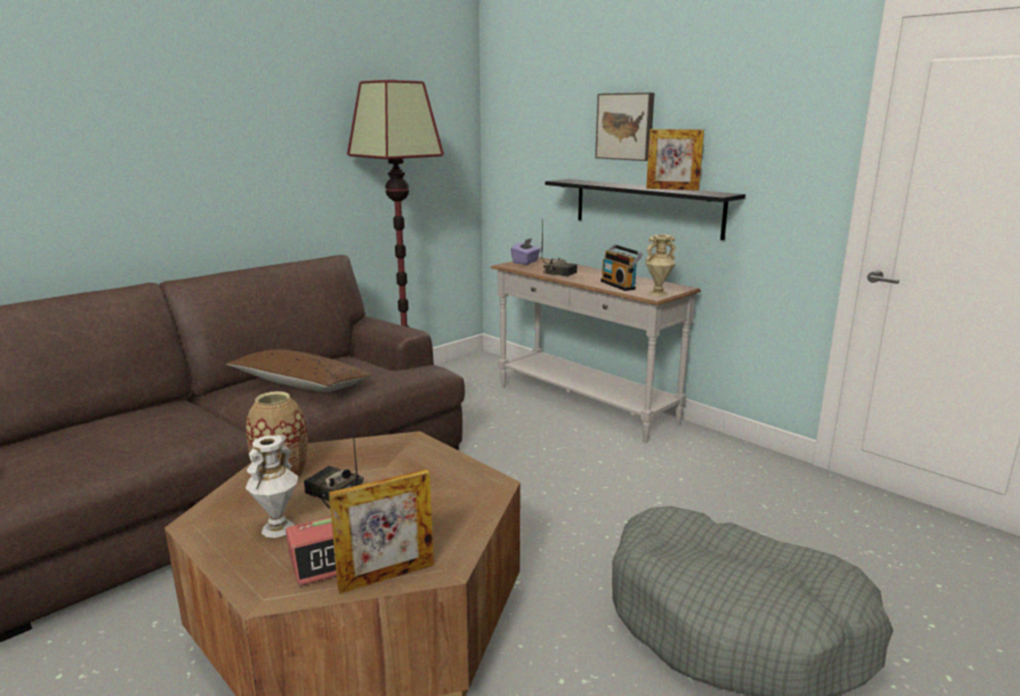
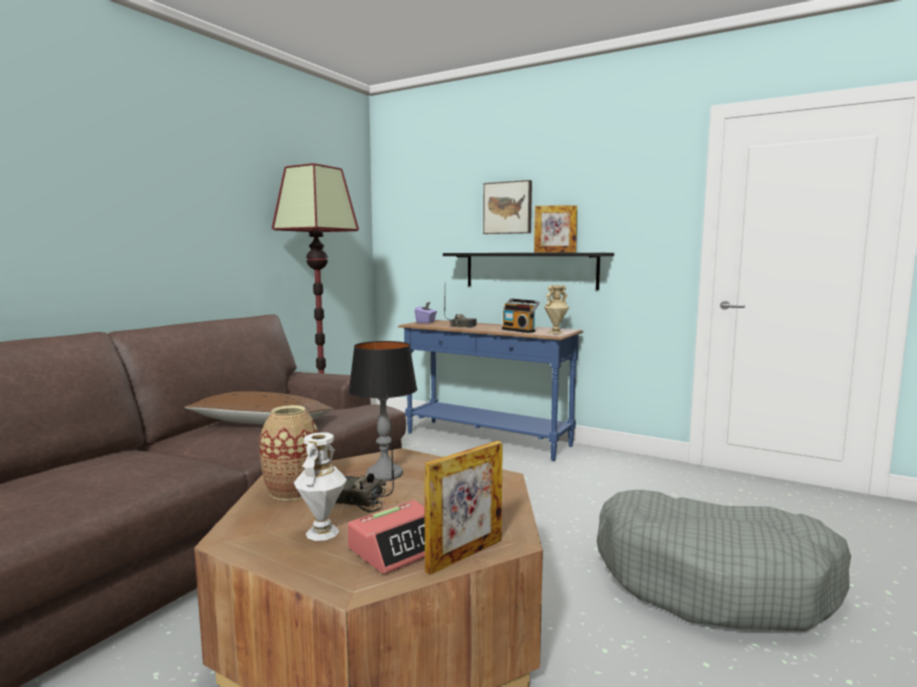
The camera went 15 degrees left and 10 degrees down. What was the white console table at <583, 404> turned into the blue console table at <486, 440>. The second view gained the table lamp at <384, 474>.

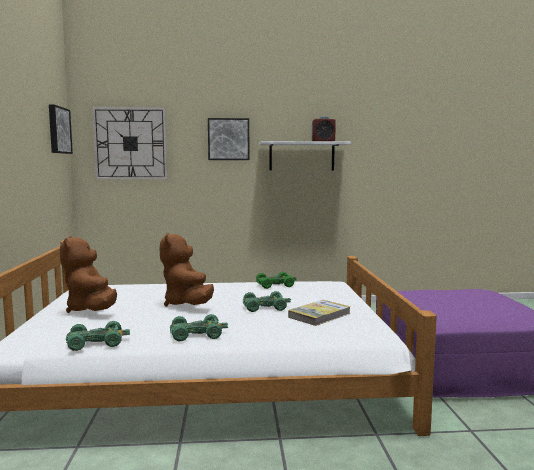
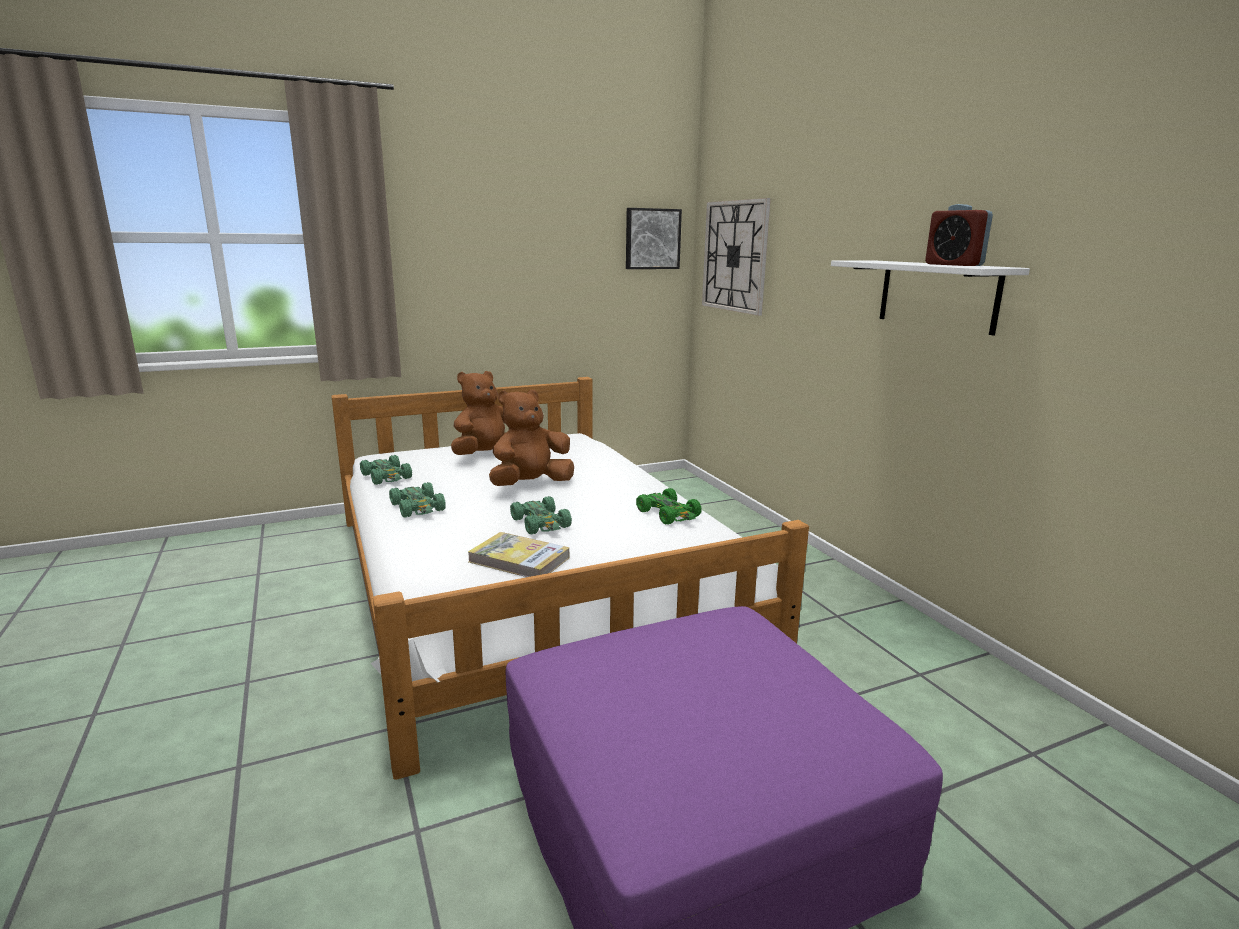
The camera went 70 degrees right and 10 degrees up. The second view lost the picture at <228, 139>.

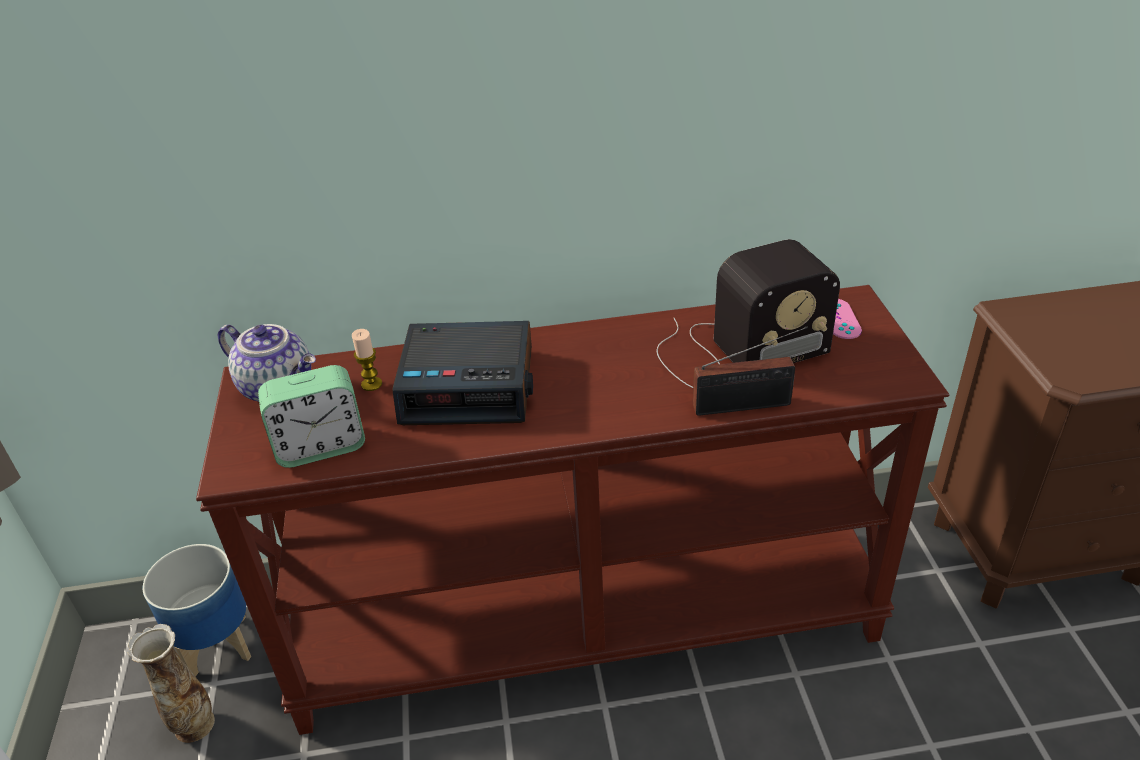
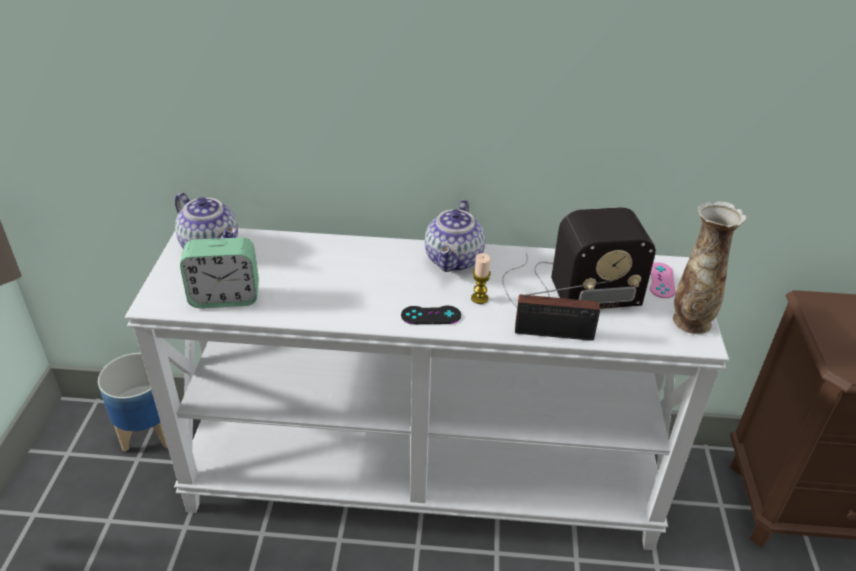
The camera went 10 degrees right and 0 degrees up. What was the brown console table at <585, 619> turned into the white console table at <423, 477>. The second view lost the alarm clock at <470, 385>. The candle ended up elsewhere, having gone from <371, 384> to <479, 298>. The vase ended up elsewhere, having gone from <194, 724> to <690, 320>. The second view gained the teapot at <455, 260>. The second view gained the black game controller at <431, 315>.

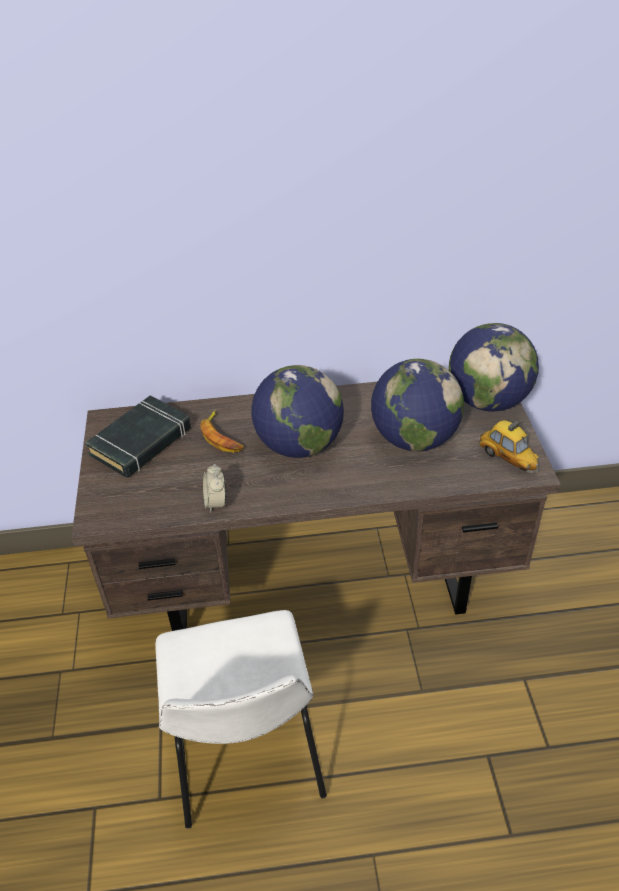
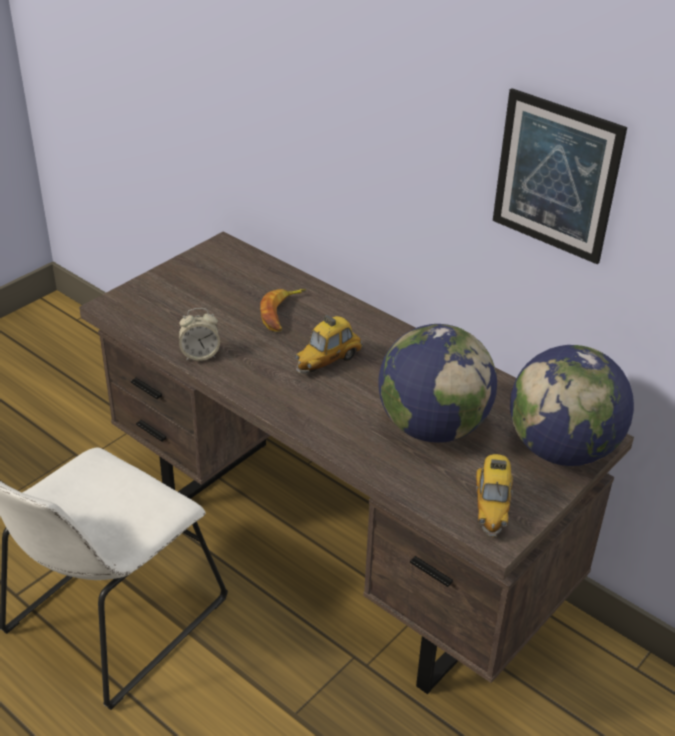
The camera went 45 degrees right and 5 degrees down. Where the globe stood at <299, 445>, the toy car came to stand at <328, 361>. The second view lost the black book at <141, 442>. The alarm clock at <216, 502> ended up facing another way, 135 degrees counterclockwise from before. The second view gained the picture at <556, 176>.

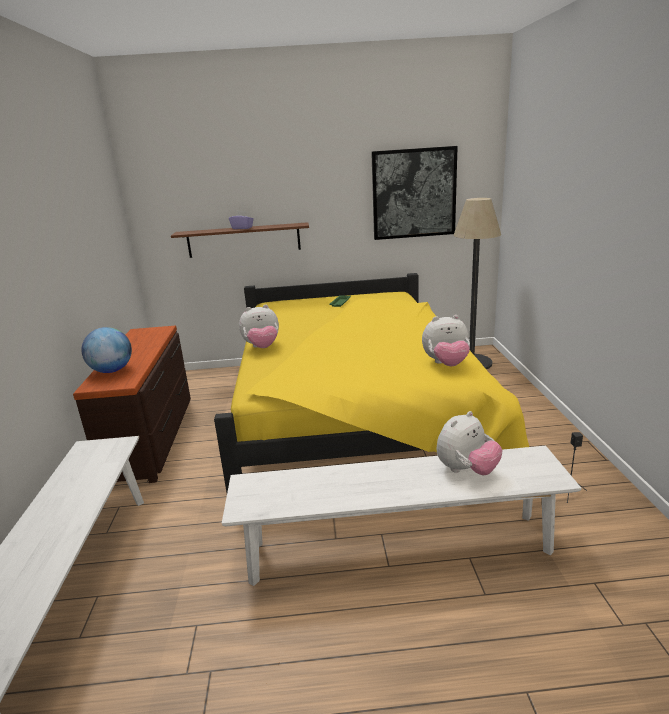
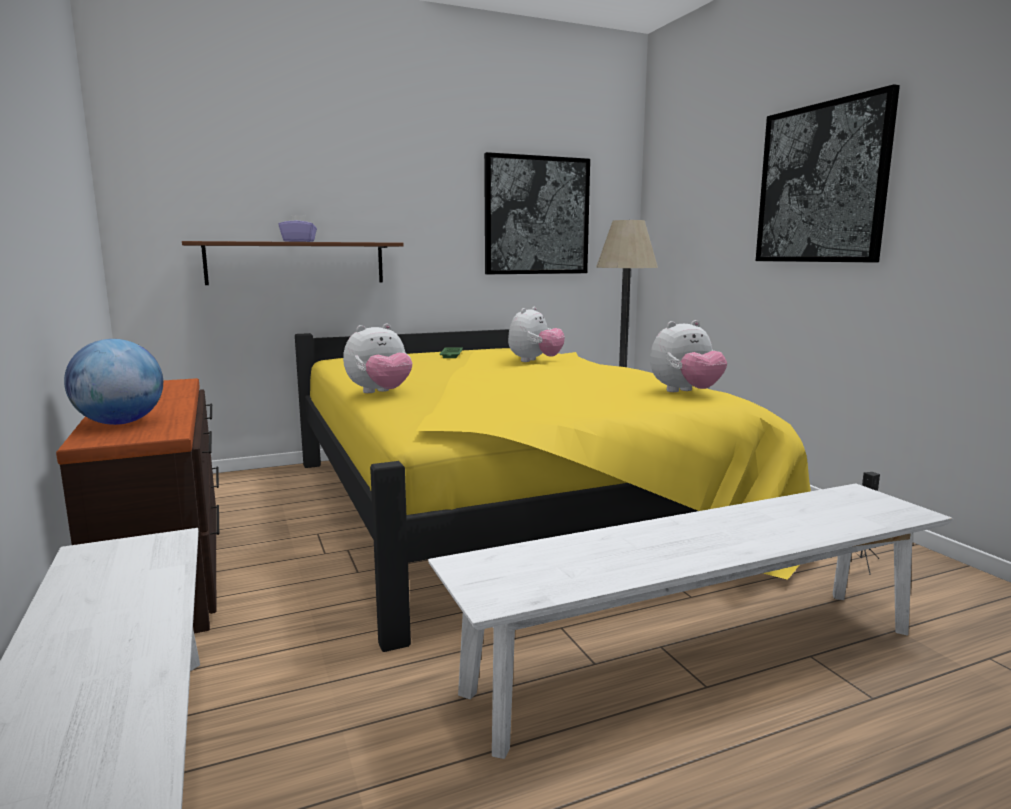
The camera went 20 degrees left and 10 degrees down. The plush toy ended up elsewhere, having gone from <466, 470> to <535, 361>. The second view gained the picture at <821, 184>.

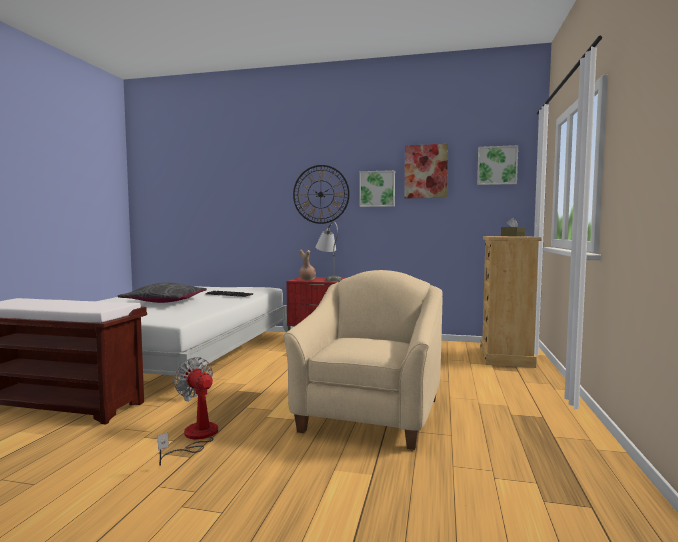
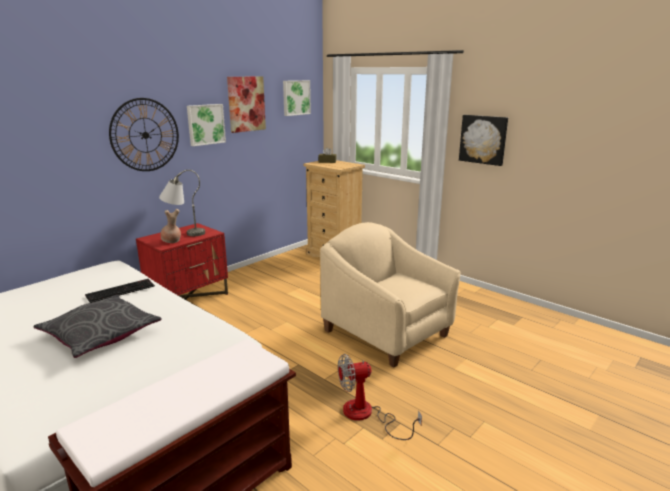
The camera went 60 degrees left and 15 degrees up. The second view gained the picture at <483, 139>.

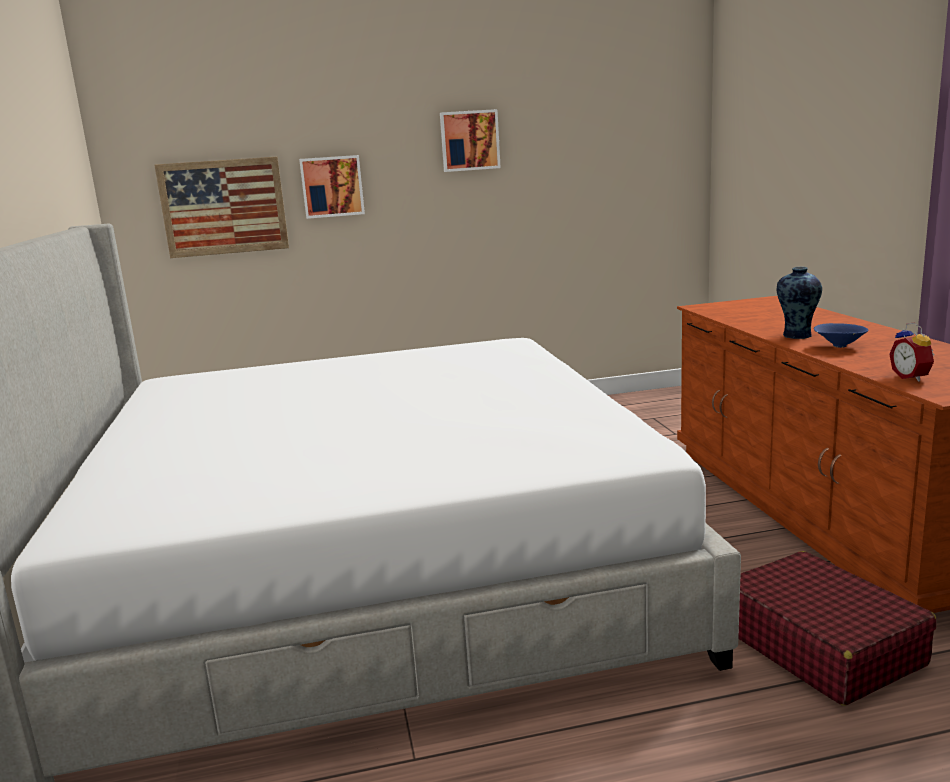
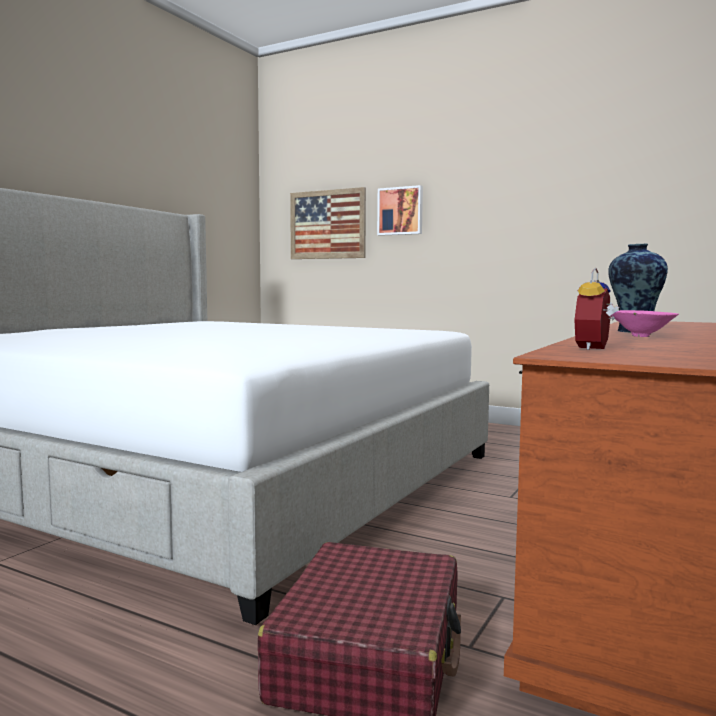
The camera went 40 degrees right and 10 degrees down. The second view lost the picture at <469, 140>. What was the blue bowl at <838, 346> turned into the pink bowl at <639, 336>.

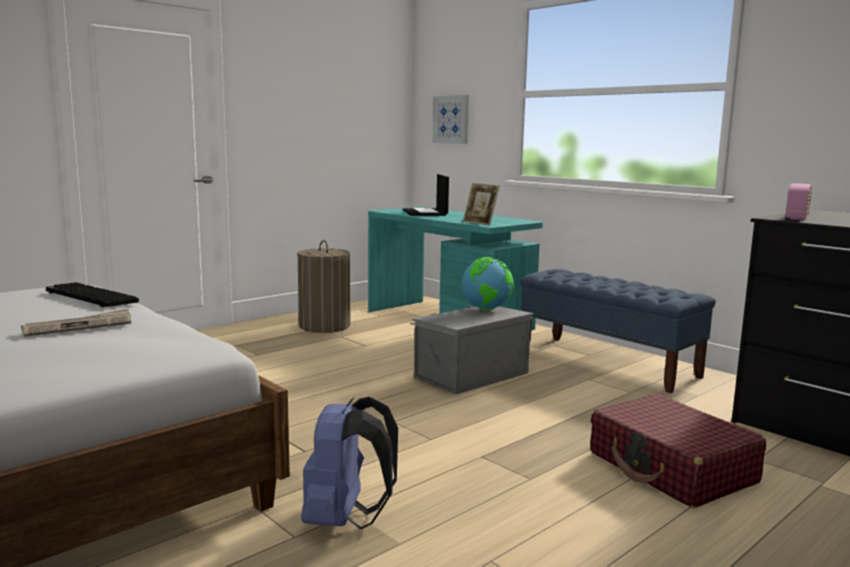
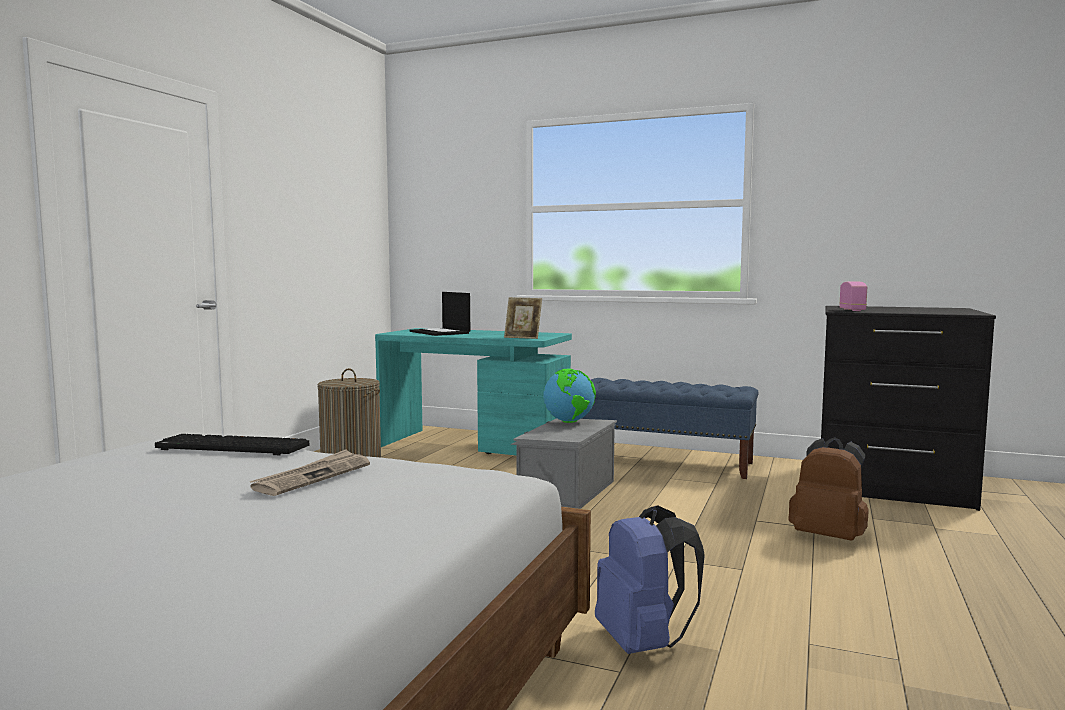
The camera went 25 degrees left and 5 degrees down. The second view lost the picture at <451, 119>. Where the red suitcase stood at <671, 468>, the brown backpack came to stand at <829, 537>.

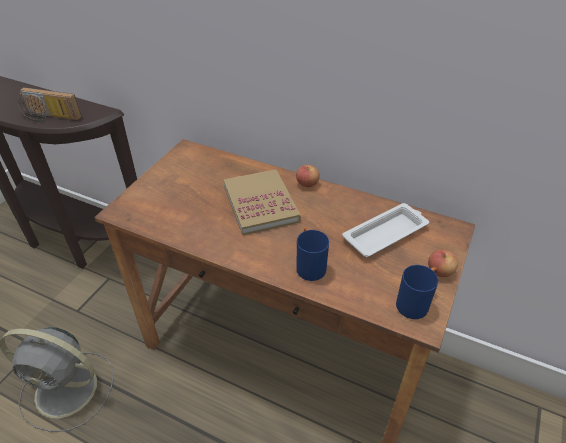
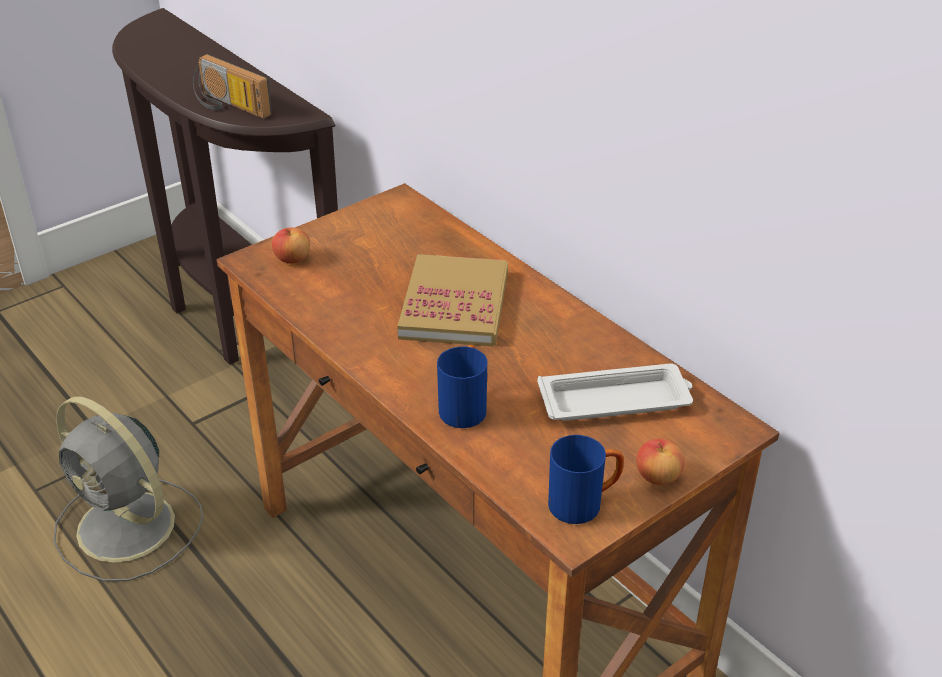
The camera went 25 degrees right and 5 degrees down. The apple ended up elsewhere, having gone from <307, 184> to <292, 259>.

